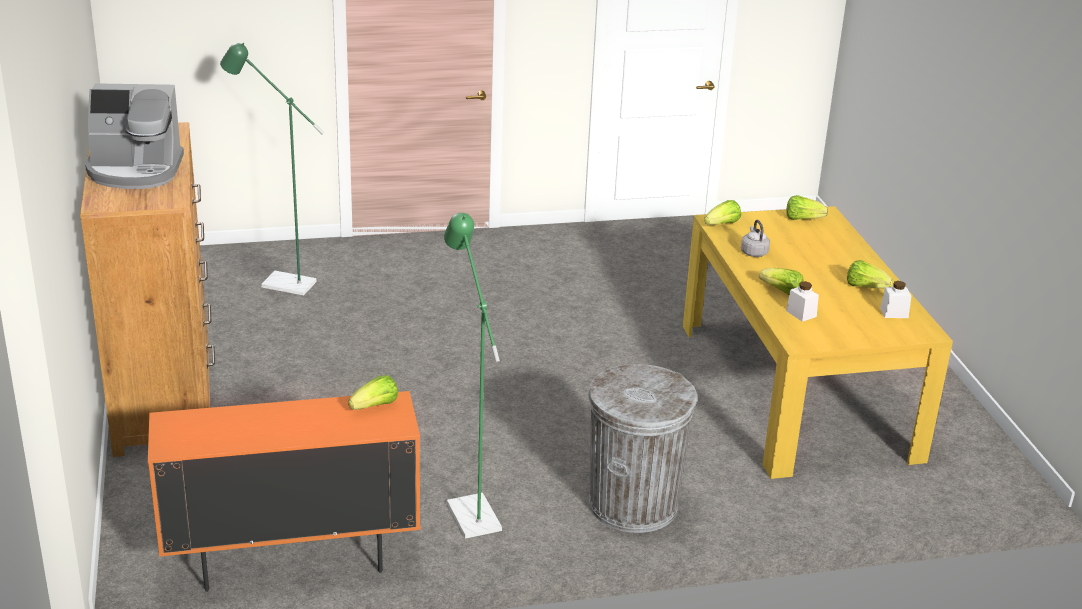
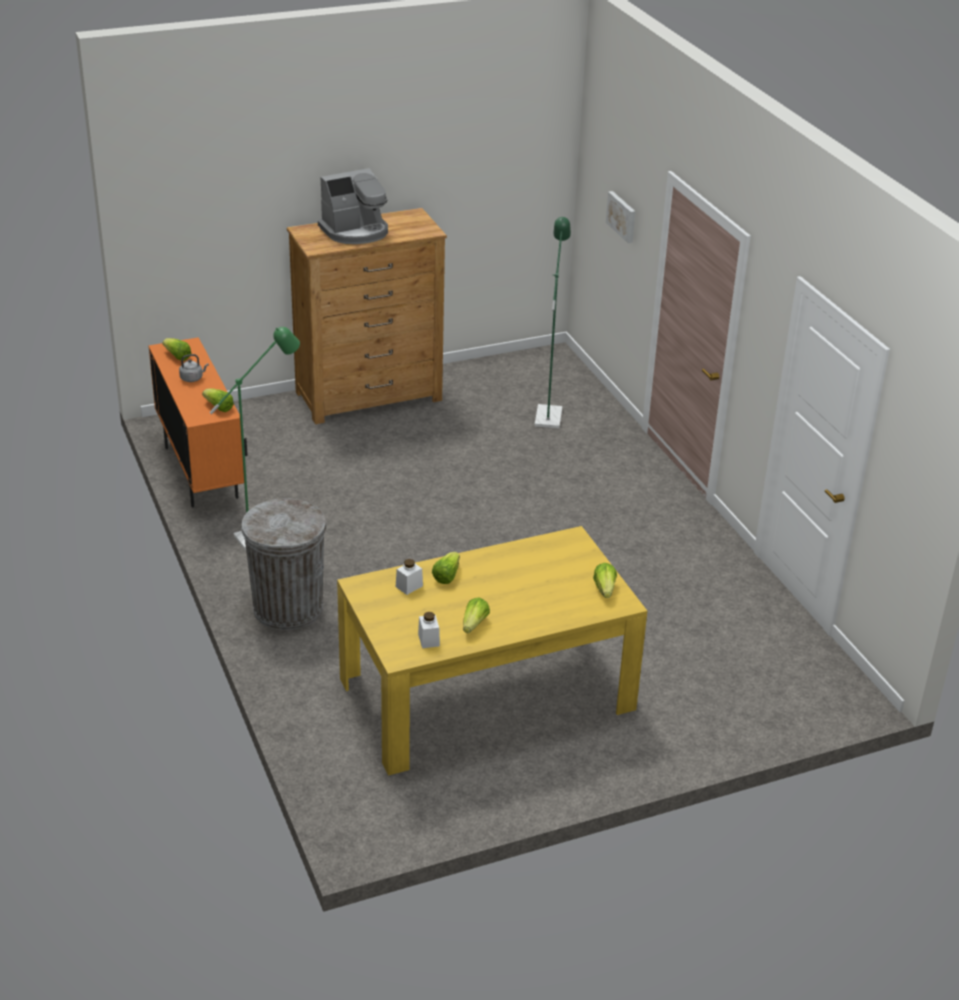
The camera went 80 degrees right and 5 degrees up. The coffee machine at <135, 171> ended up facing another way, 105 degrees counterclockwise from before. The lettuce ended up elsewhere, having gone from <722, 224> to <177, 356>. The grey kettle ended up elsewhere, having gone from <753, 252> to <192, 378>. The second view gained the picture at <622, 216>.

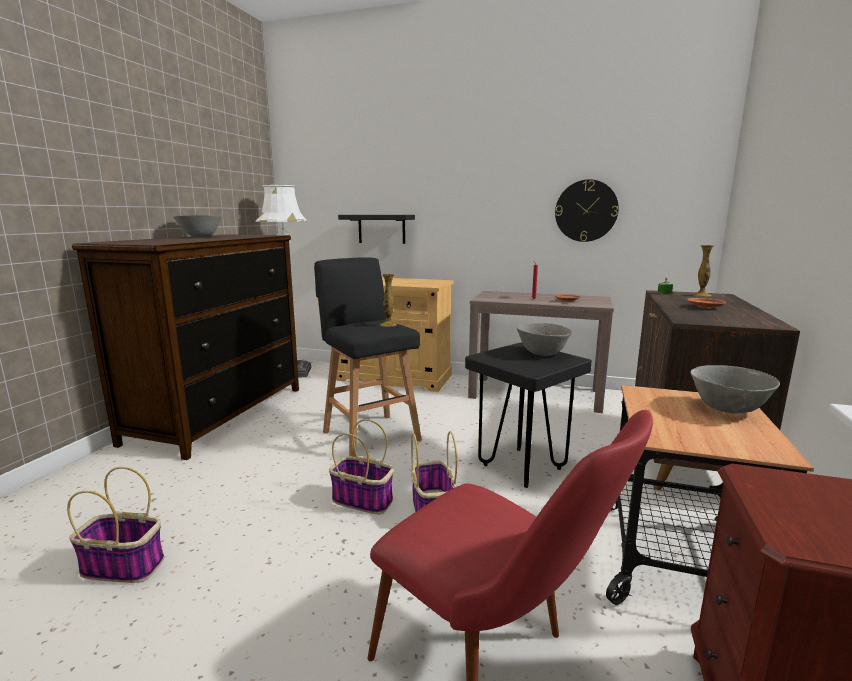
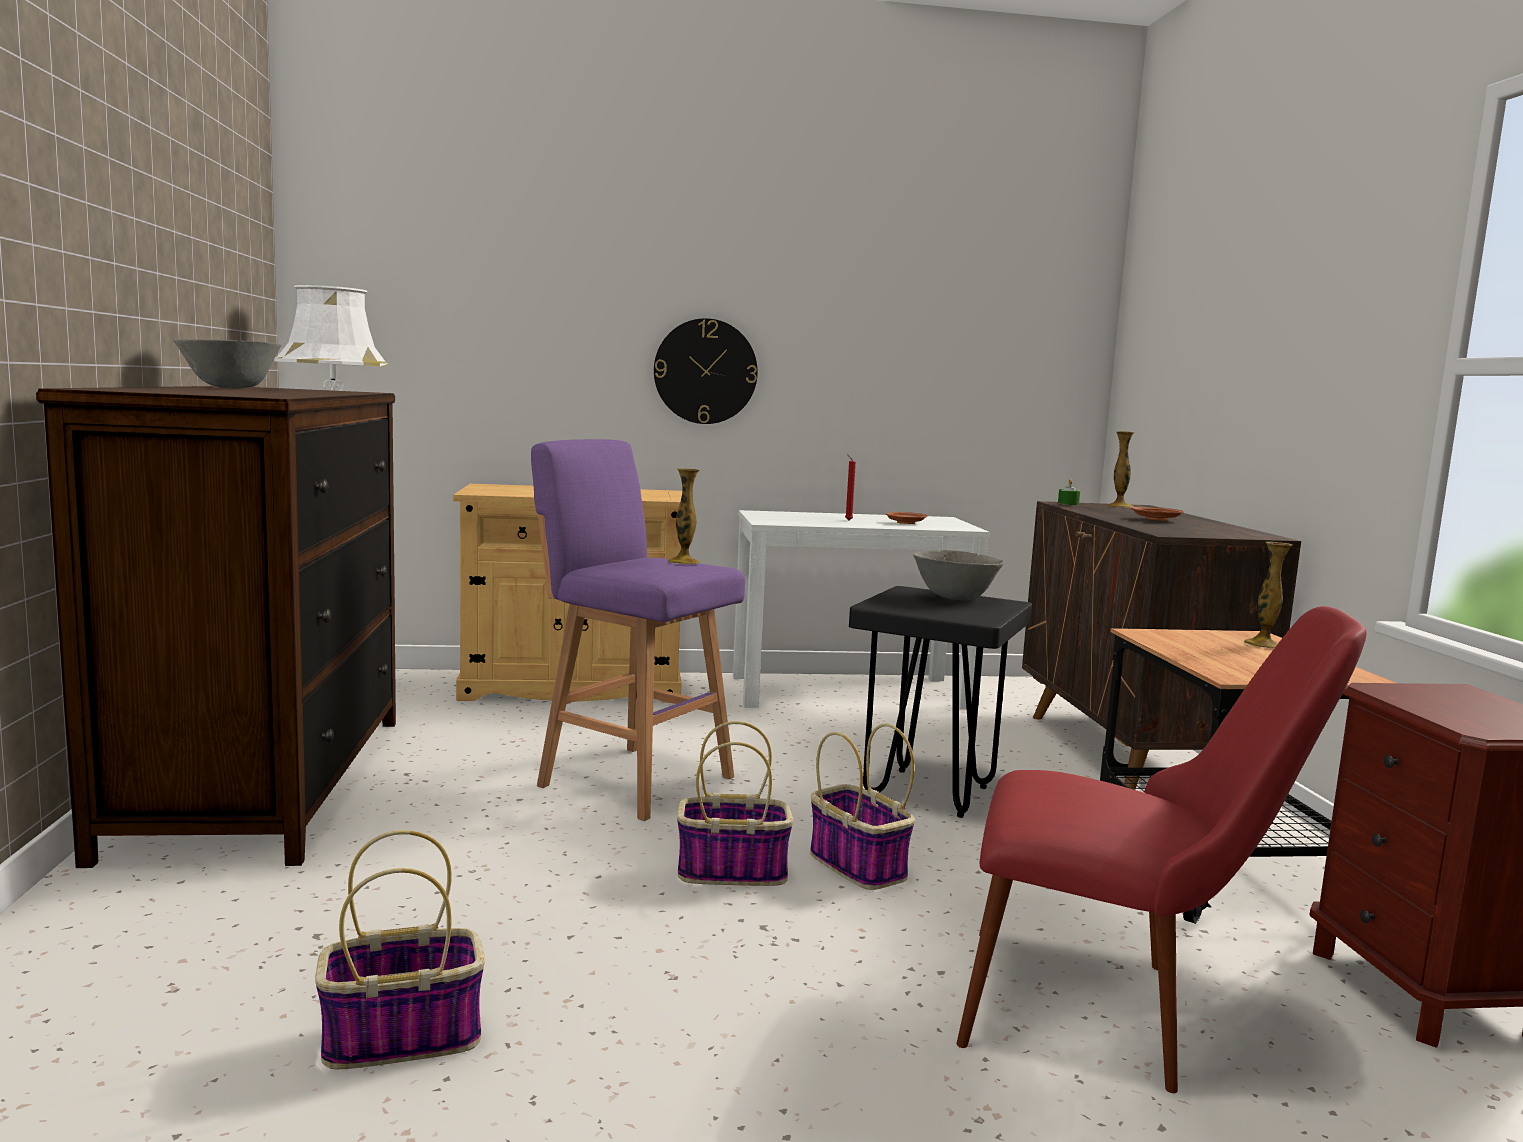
The camera went 25 degrees left and 5 degrees down. The wall clock ended up elsewhere, having gone from <586, 211> to <705, 371>. The second view lost the black shelf at <381, 229>. What was the black stool at <369, 434> turned into the purple stool at <632, 780>. What was the brown console table at <536, 394> turned into the white console table at <849, 691>. Where the grey bowl stood at <728, 410>, the vase came to stand at <1263, 644>.

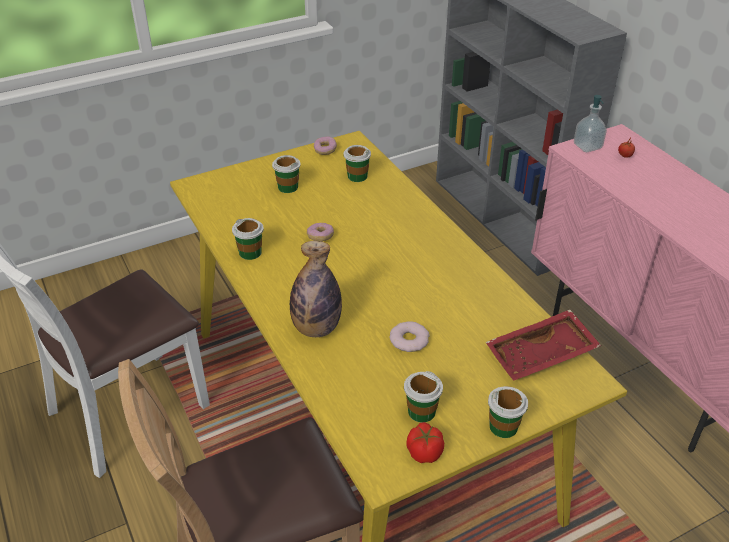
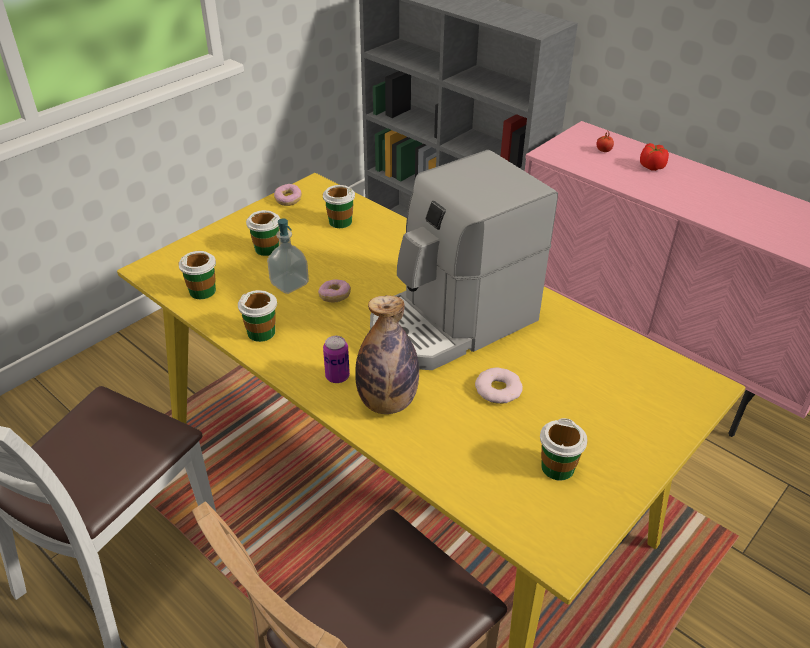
The camera went 20 degrees left and 0 degrees up. The soap dispenser ended up elsewhere, having gone from <587, 146> to <289, 284>. The second view lost the red tray at <541, 356>. The cup ended up elsewhere, having gone from <503, 427> to <203, 291>. The tomato ended up elsewhere, having gone from <424, 452> to <651, 166>. The second view gained the coffee machine at <451, 323>. The second view gained the can at <337, 376>.

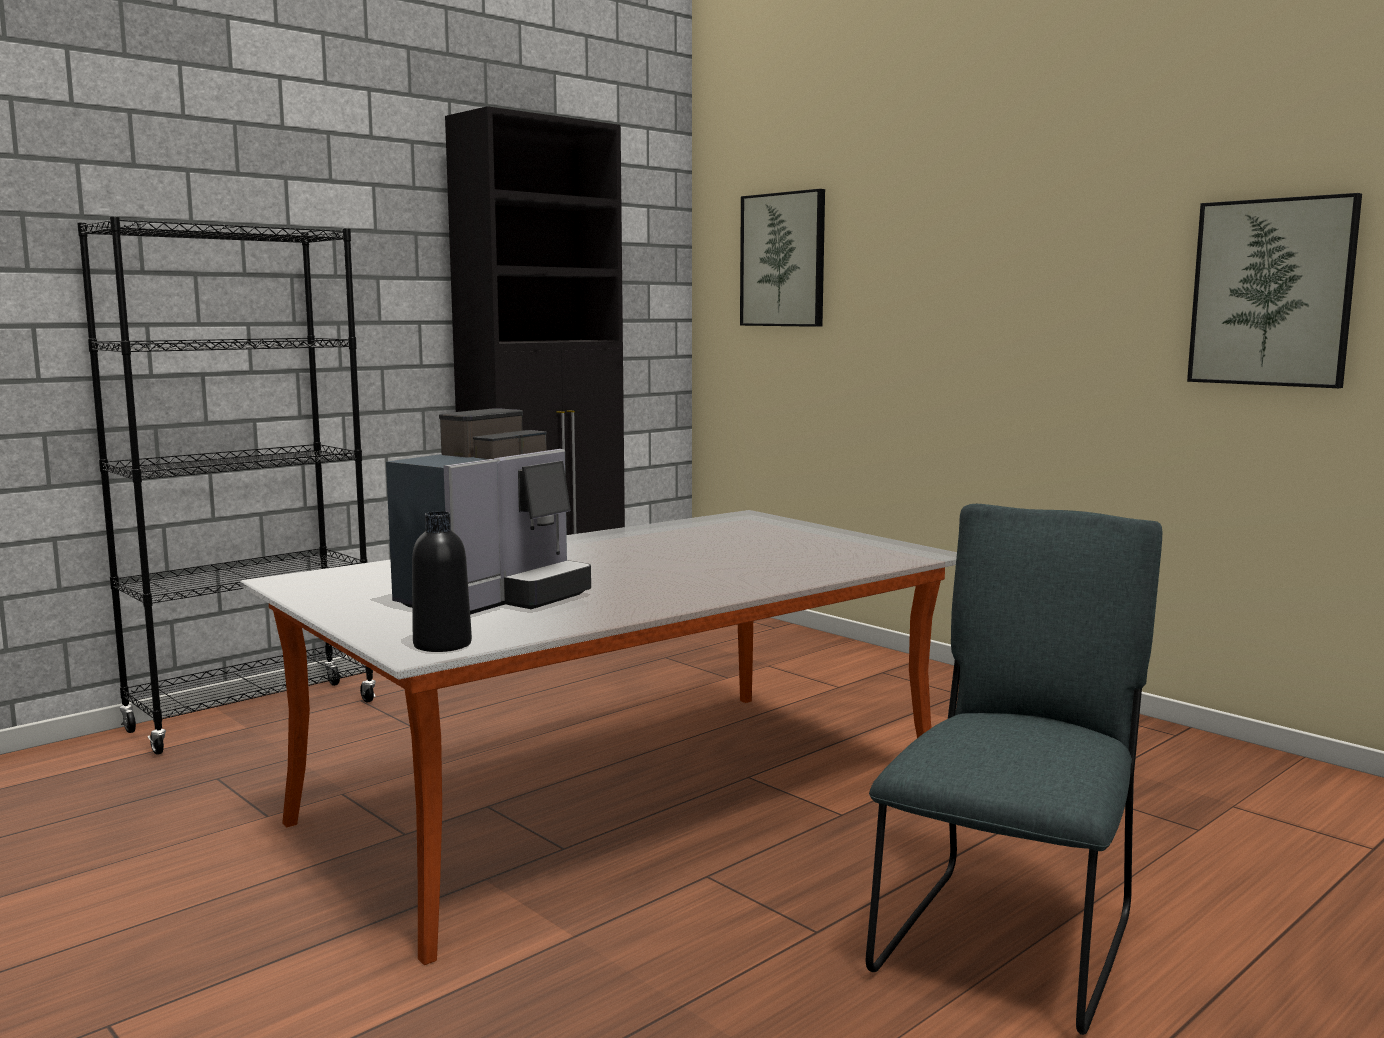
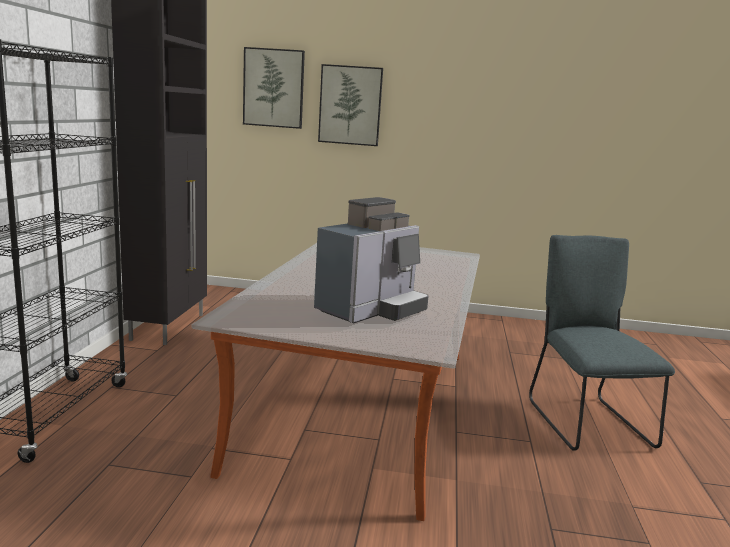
The camera went 40 degrees left and 5 degrees up. The picture ended up elsewhere, having gone from <1272, 293> to <350, 105>. The coffee machine at <495, 598> ended up facing another way, 45 degrees clockwise from before. The second view lost the black bottle at <442, 644>.

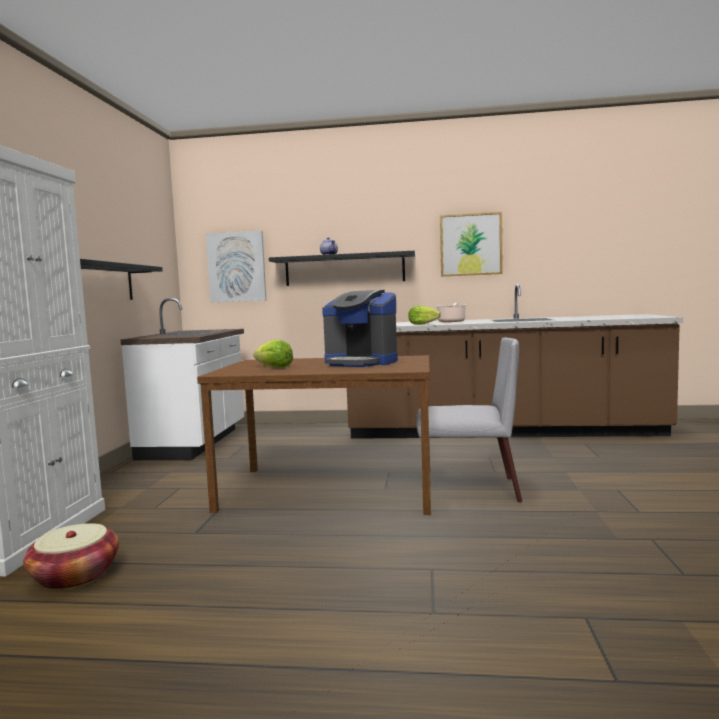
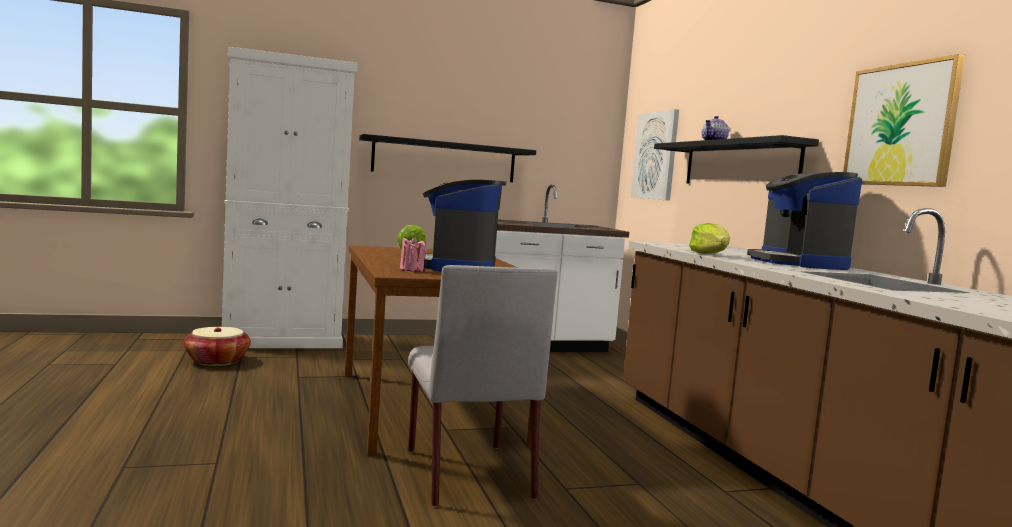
The camera went 65 degrees right and 0 degrees up. Where the cooking pot stood at <451, 321>, the coffee machine came to stand at <798, 263>. The second view gained the pink candle at <412, 270>.

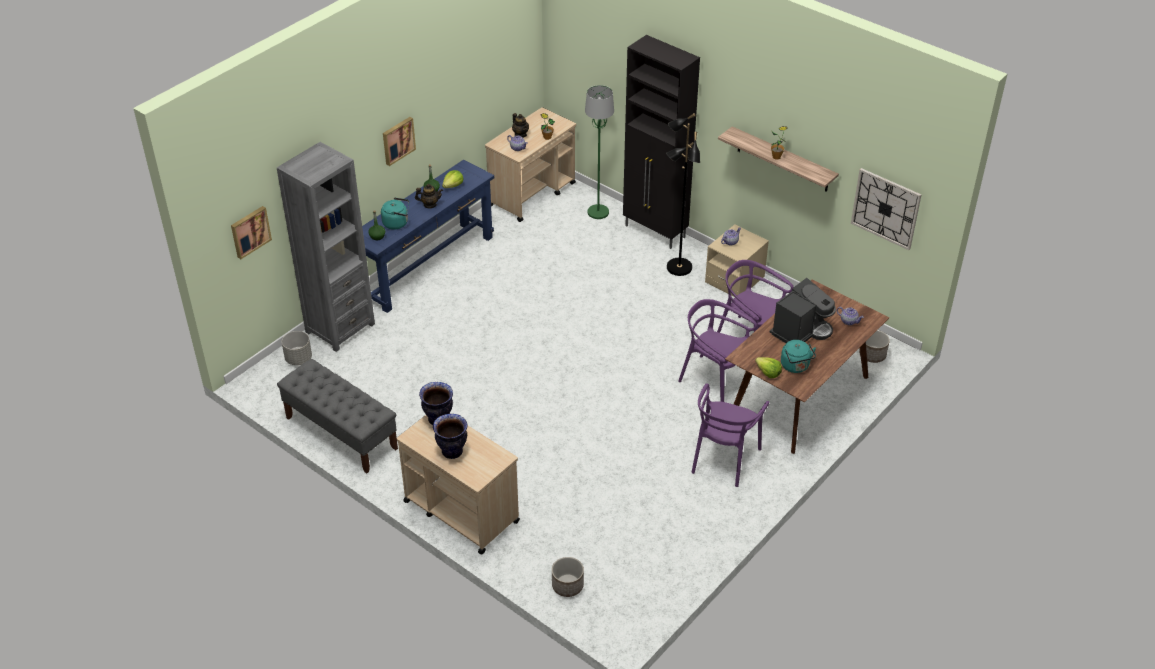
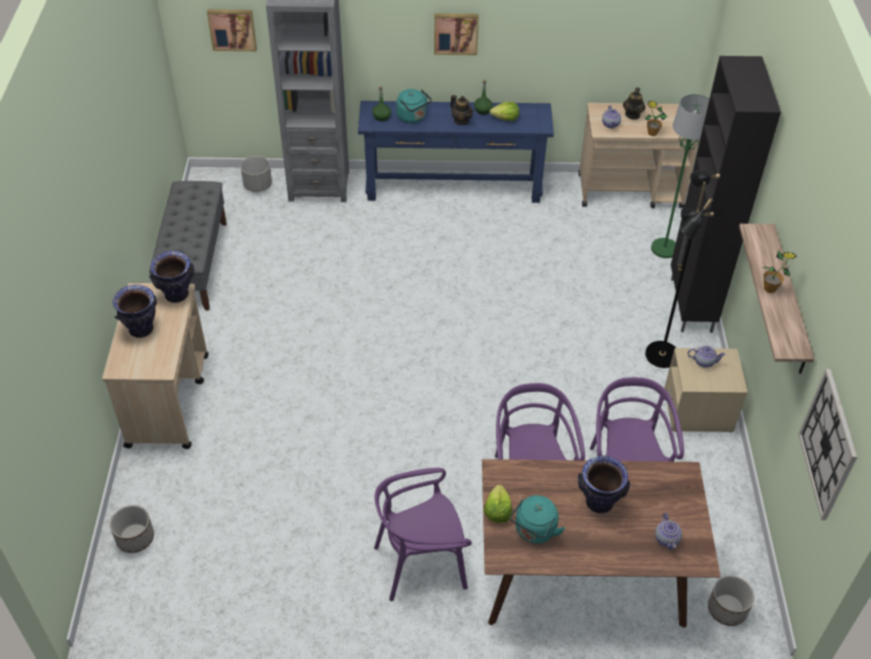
The camera went 50 degrees right and 5 degrees up. Where the coffee machine stood at <801, 331>, the vase came to stand at <599, 502>.

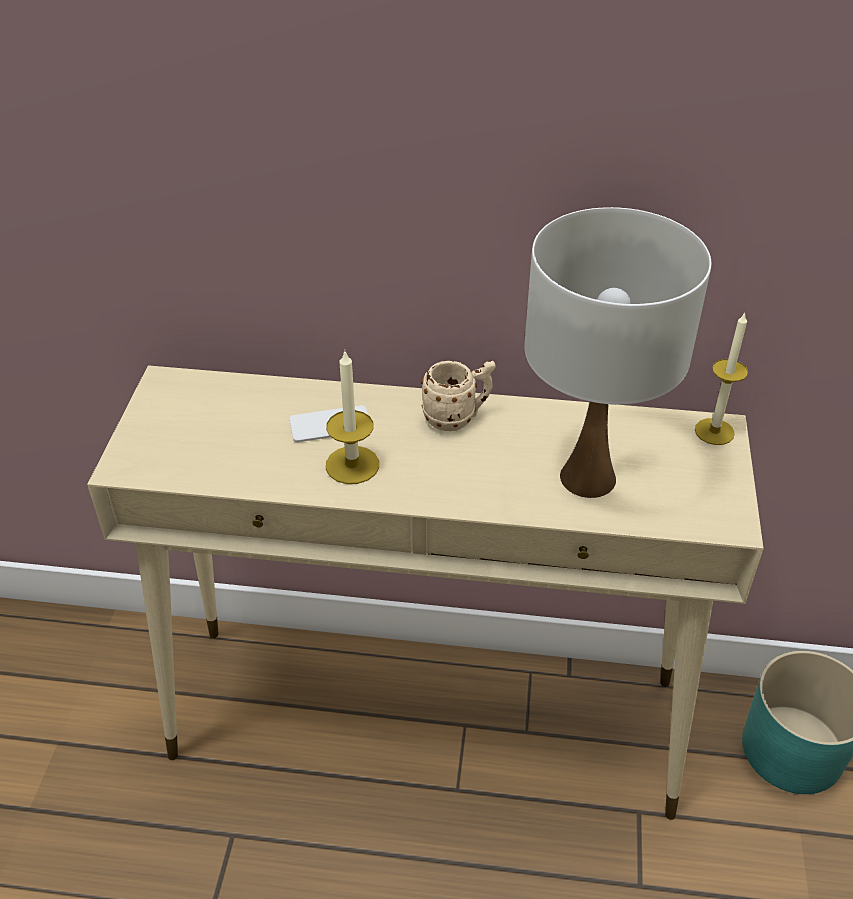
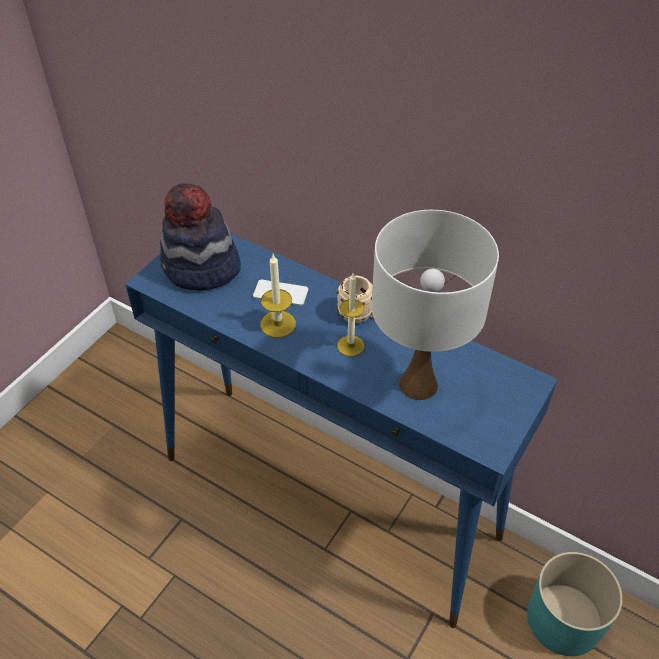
The camera went 25 degrees right and 5 degrees up. The candle ended up elsewhere, having gone from <714, 431> to <350, 346>. What was the beige console table at <429, 718> turned into the blue console table at <331, 497>. The second view gained the hat at <201, 268>.

